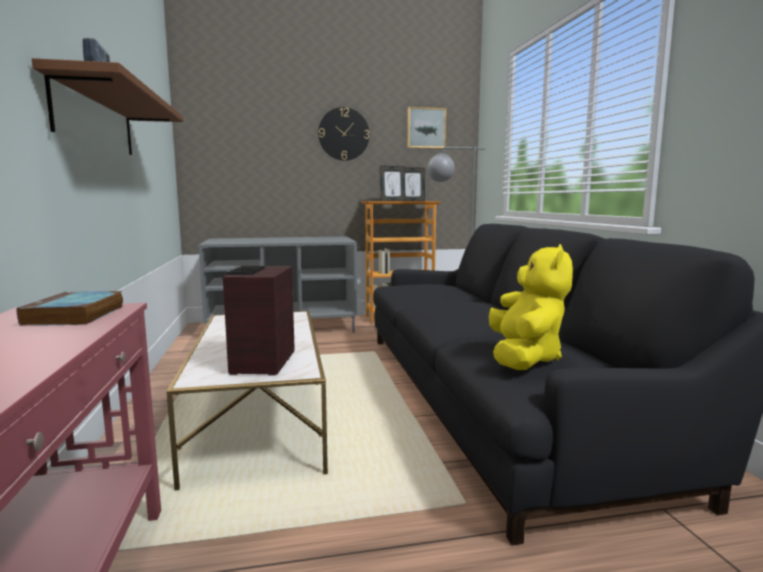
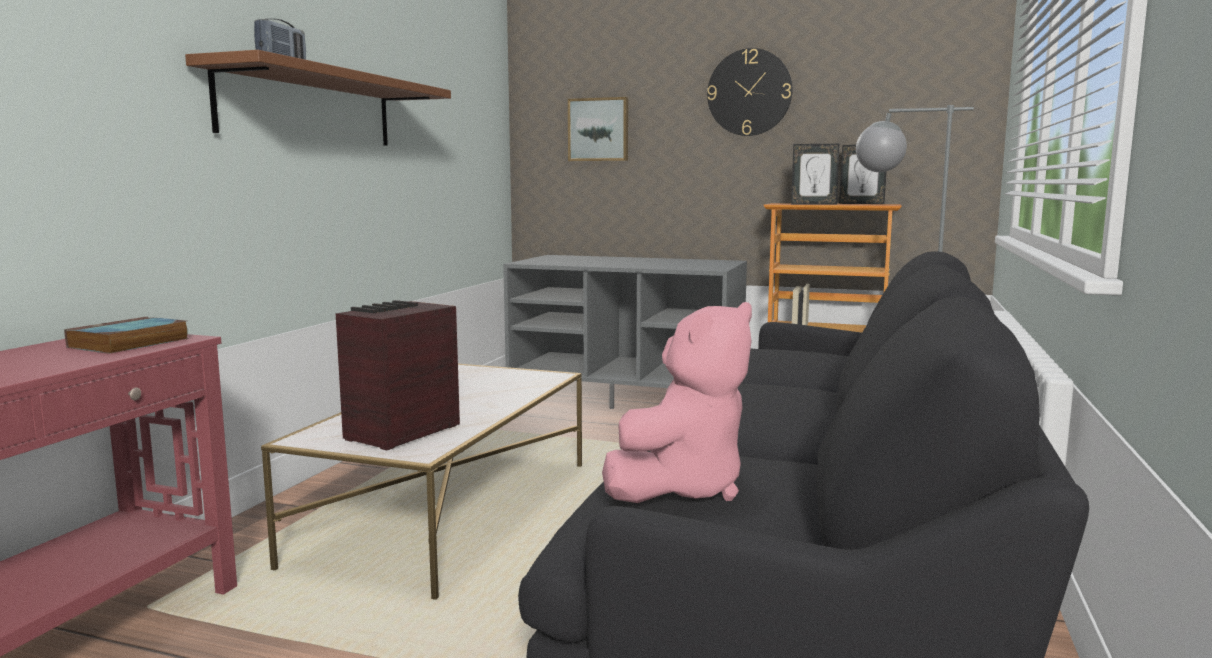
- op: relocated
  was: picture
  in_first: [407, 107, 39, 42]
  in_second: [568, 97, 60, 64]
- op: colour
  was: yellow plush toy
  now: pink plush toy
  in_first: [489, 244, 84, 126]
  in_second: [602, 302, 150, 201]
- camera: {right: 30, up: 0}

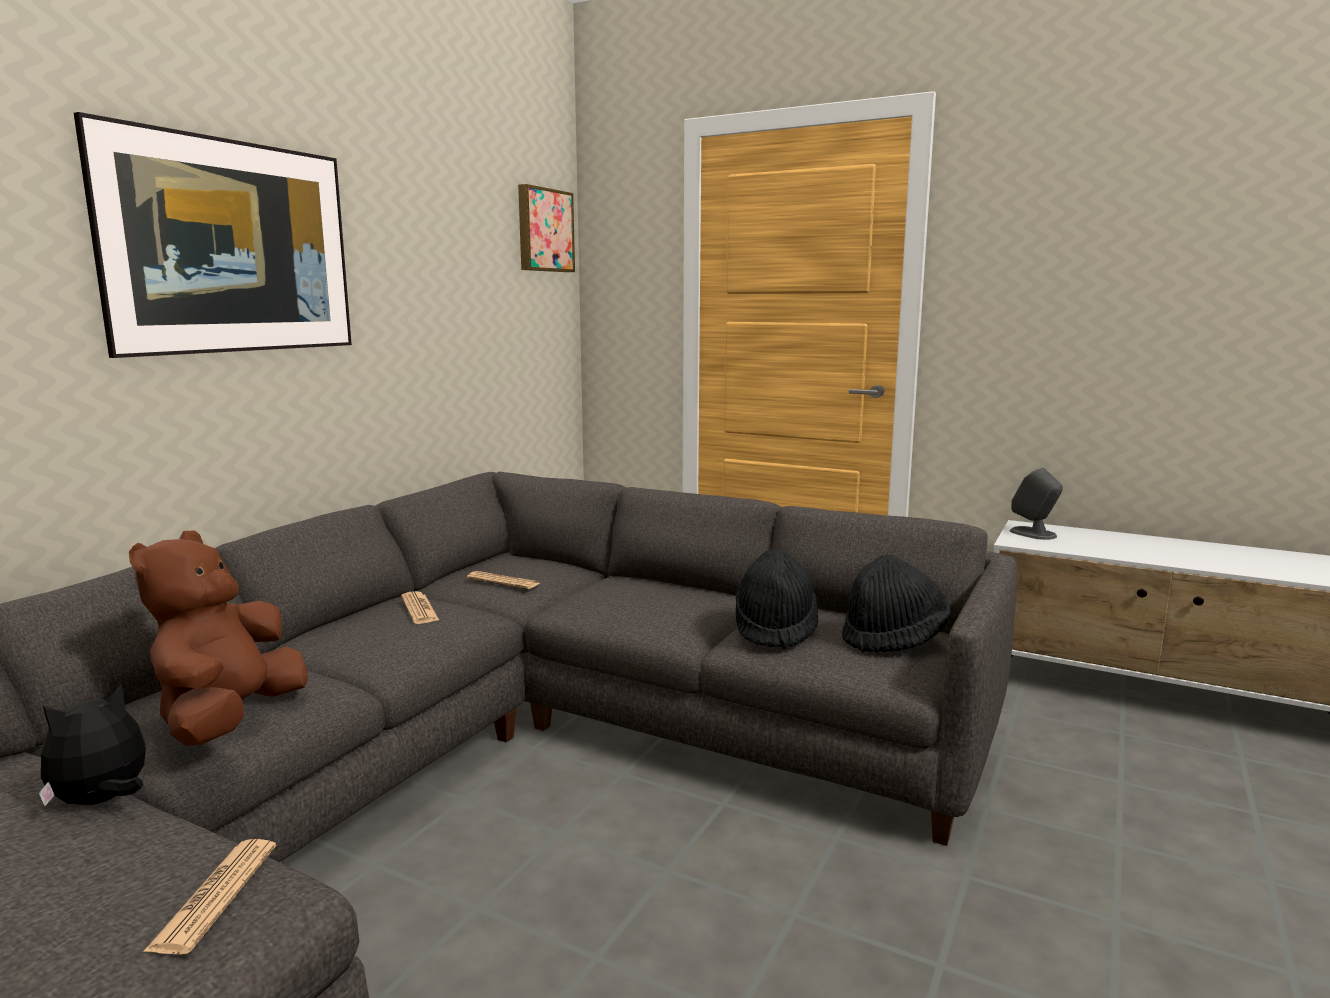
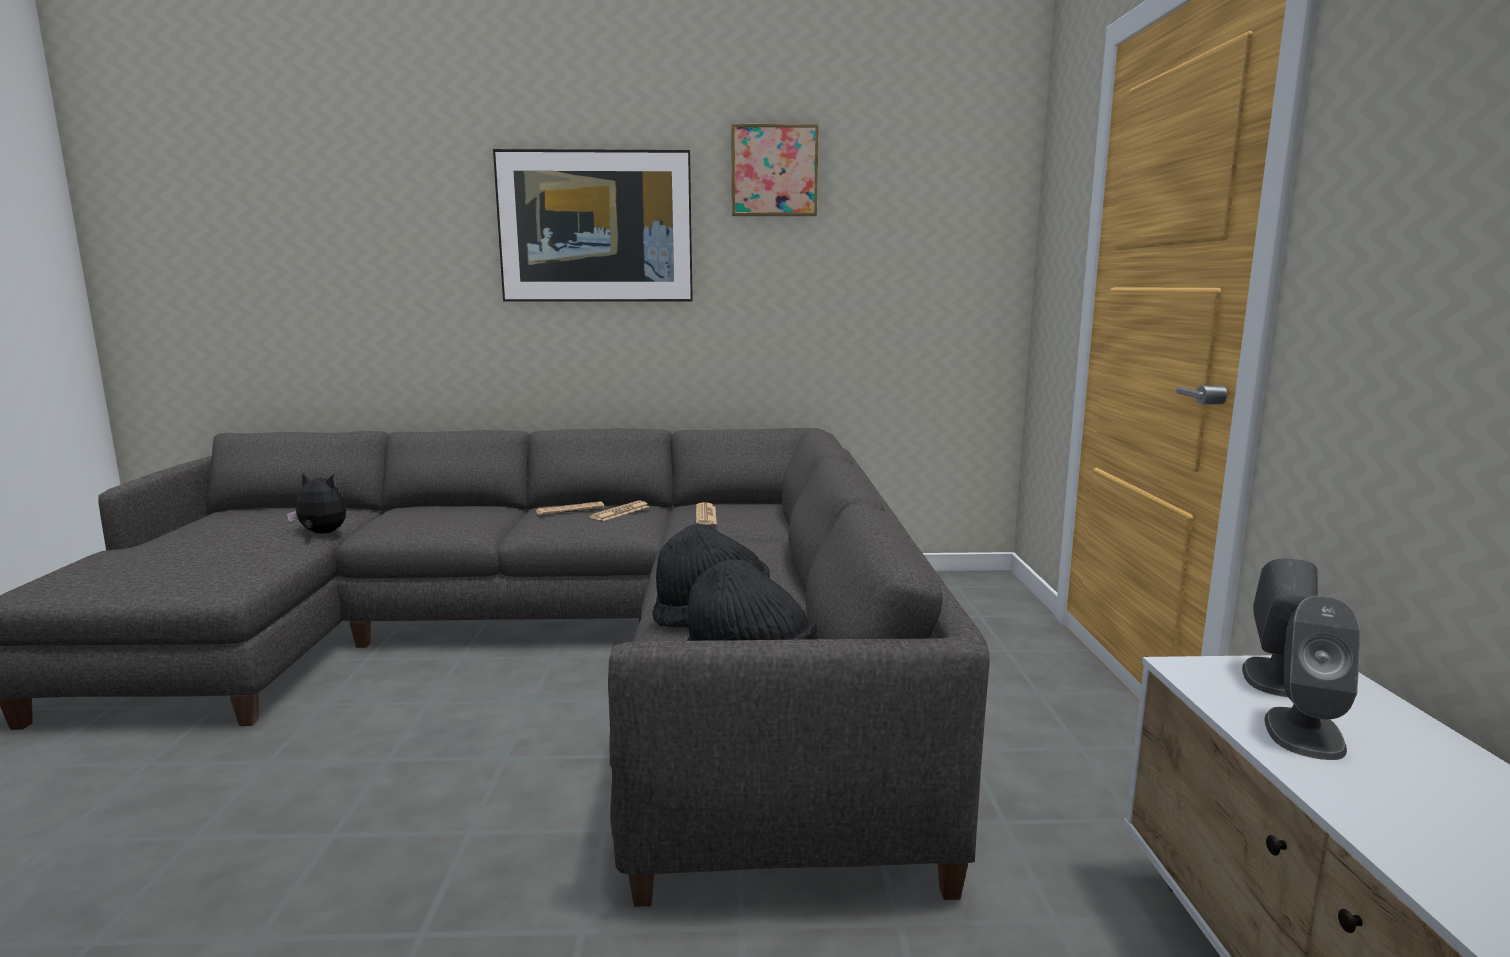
- op: missing
  was: brown plush toy
  in_first: [129, 530, 179, 216]
- op: appeared
  now: grey speaker
  in_second: [1264, 595, 97, 165]
- op: relocated
  was: newspaper
  in_first: [143, 839, 133, 116]
  in_second: [536, 501, 69, 14]
- op: relocated
  was: picture
  in_first: [518, 184, 57, 88]
  in_second: [731, 124, 88, 92]
- camera: {right: 60, up: 0}

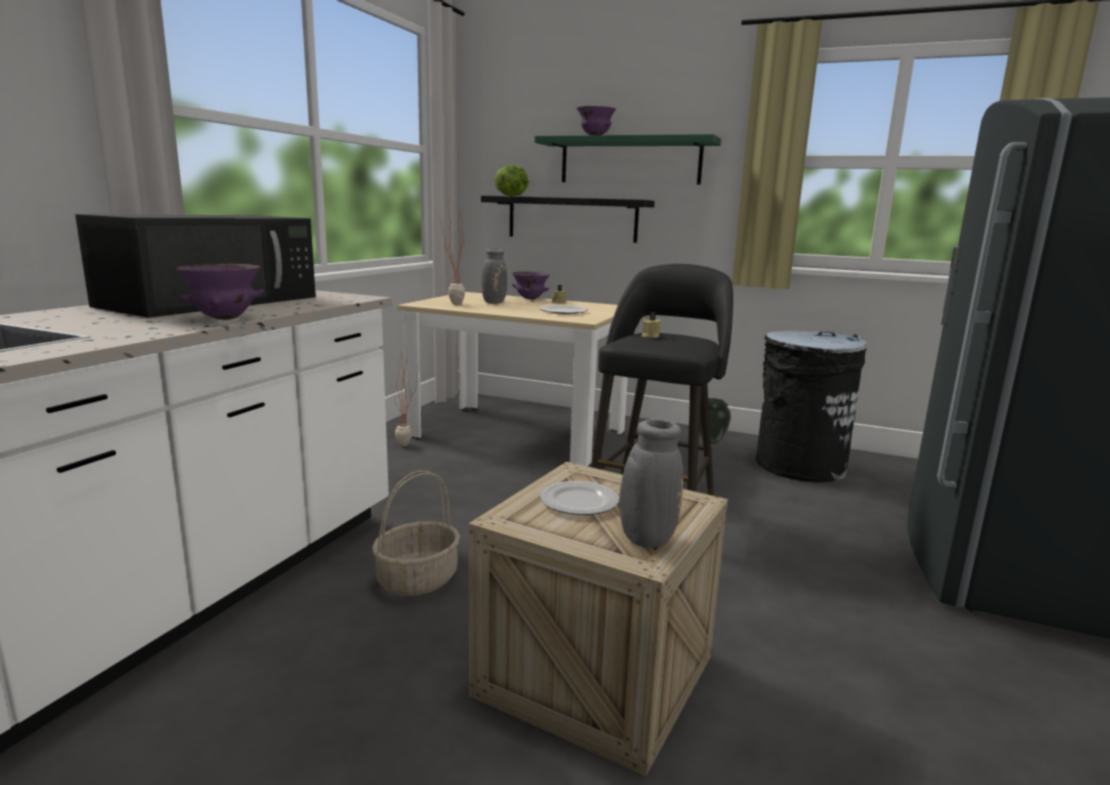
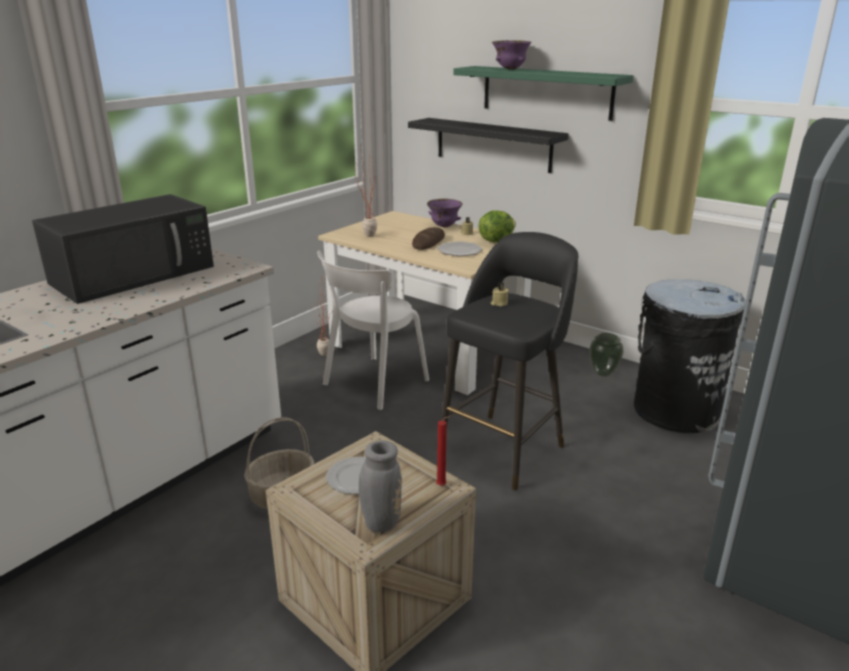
- op: missing
  was: purple bowl
  in_first: [176, 264, 88, 56]
- op: missing
  was: grey vase
  in_first: [481, 249, 26, 55]
- op: appeared
  now: white chair
  in_second: [317, 250, 112, 160]
- op: appeared
  now: bread
  in_second: [412, 227, 33, 23]
- op: appeared
  now: red candle
  in_second: [436, 416, 15, 70]
- op: relocated
  was: lettuce
  in_first: [494, 165, 35, 31]
  in_second: [478, 210, 38, 33]
- camera: {right: 15, up: 10}

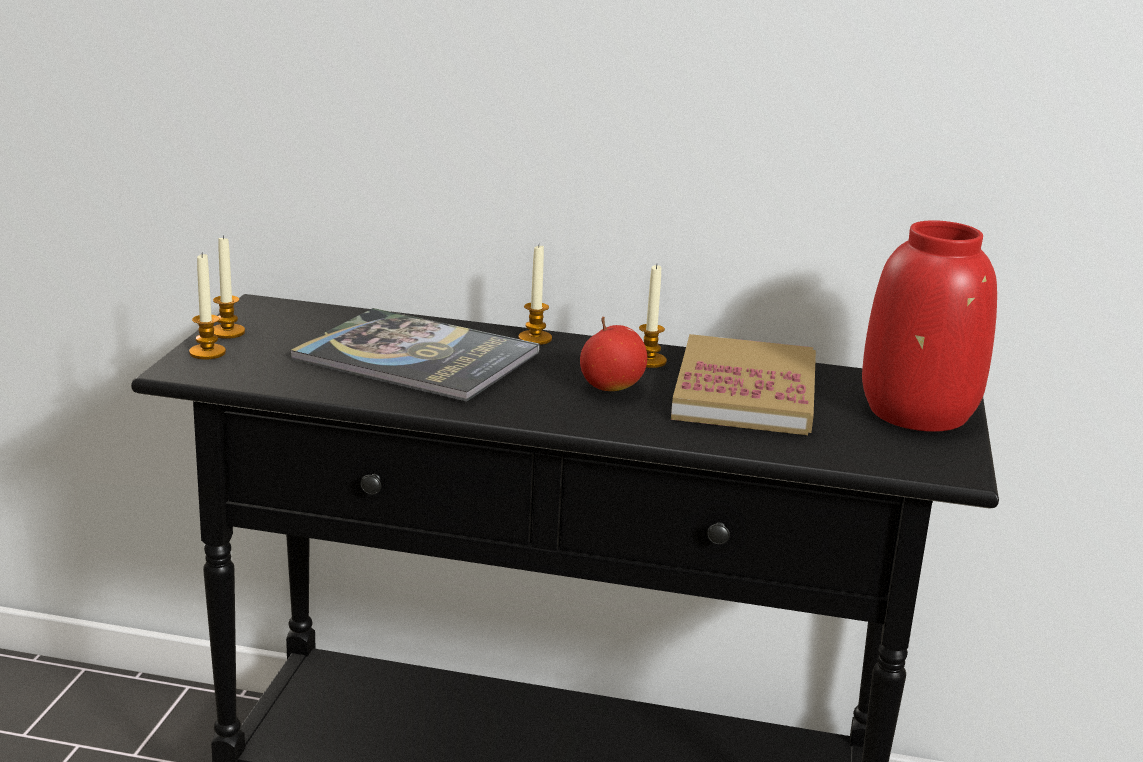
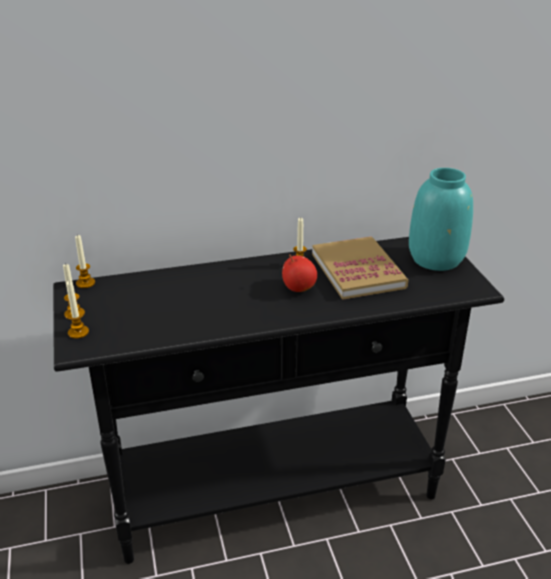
- op: missing
  was: book
  in_first: [290, 308, 250, 93]
- op: relocated
  was: candle
  in_first: [519, 246, 33, 99]
  in_second: [75, 234, 20, 54]
- op: colour
  was: red vase
  now: turquoise vase
  in_first: [862, 220, 135, 212]
  in_second: [409, 168, 64, 103]
- camera: {right: -25, up: 10}

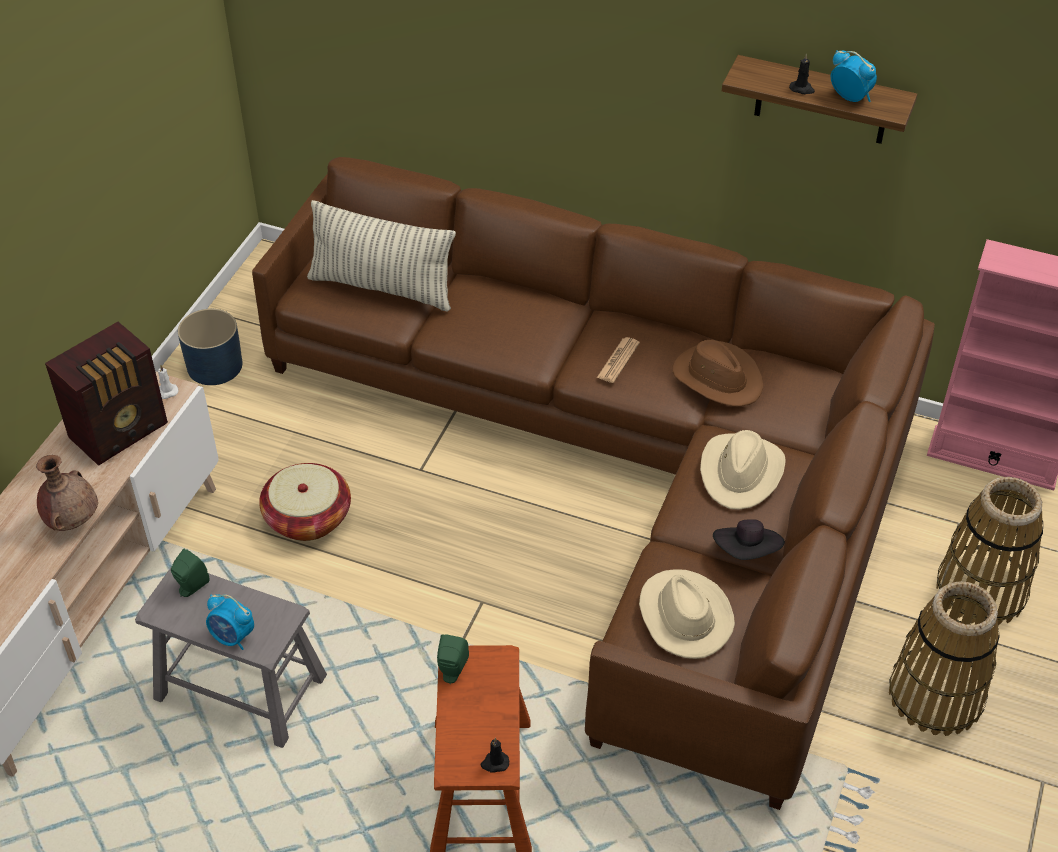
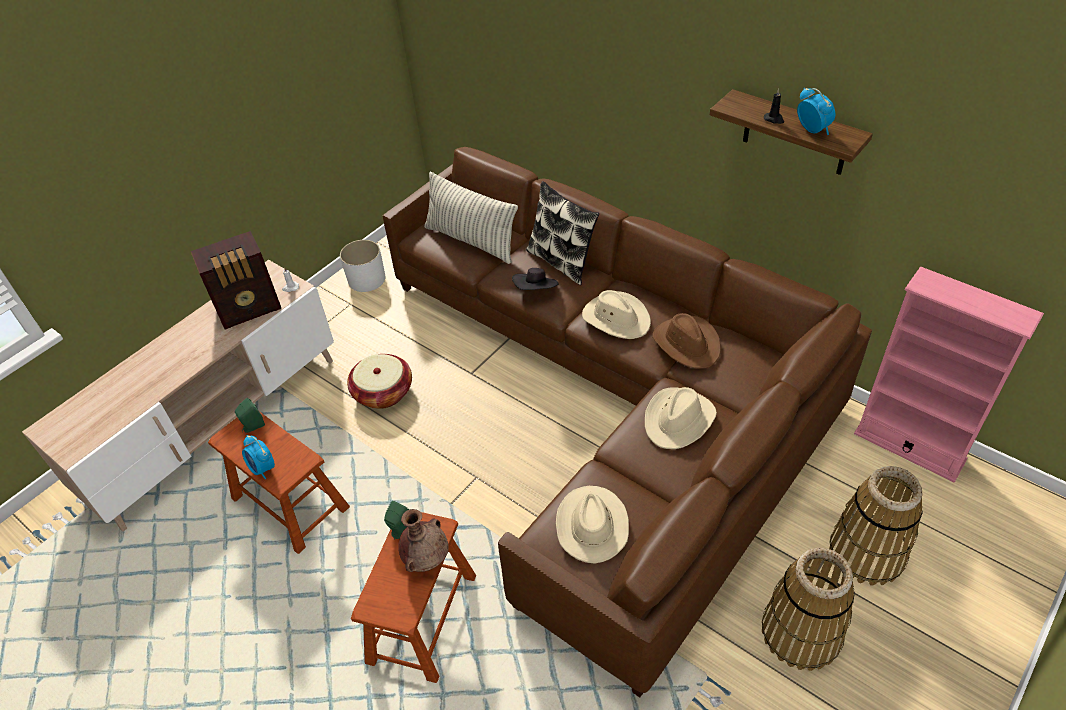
- op: missing
  was: black candle
  in_first: [481, 738, 28, 35]
- op: appeared
  now: pillow
  in_second: [526, 181, 73, 104]
- op: relocated
  was: brown vase
  in_first: [36, 455, 62, 76]
  in_second: [398, 509, 51, 63]
- op: relocated
  was: black hat
  in_first: [713, 519, 72, 41]
  in_second: [512, 268, 46, 22]
- op: exchanged
  was: newspaper
  now: beige hat
  in_first: [597, 337, 43, 46]
  in_second: [582, 290, 69, 49]
- op: colour
  was: grey stool
  now: brown stool
  in_first: [135, 566, 192, 182]
  in_second: [208, 411, 142, 143]
- op: colour
  was: blue planter
  now: white planter
  in_first: [178, 309, 64, 76]
  in_second: [340, 240, 45, 52]
- camera: {right: 20, up: 0}

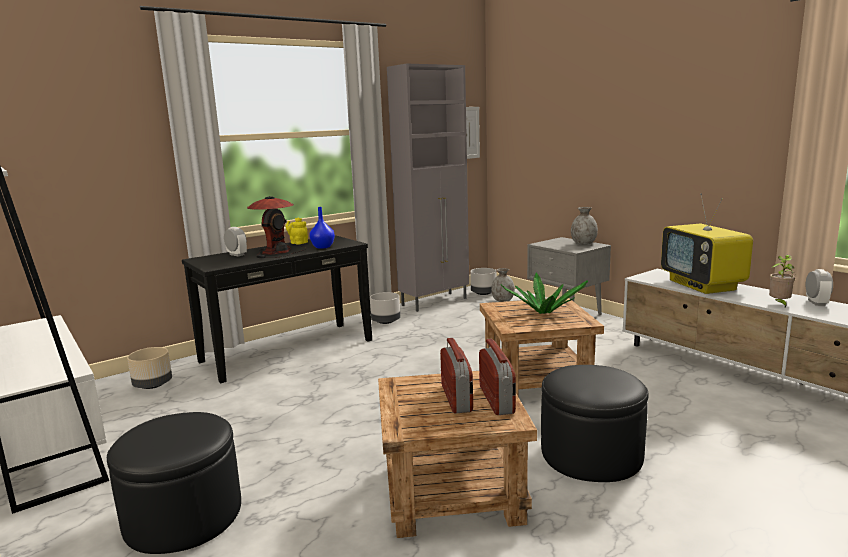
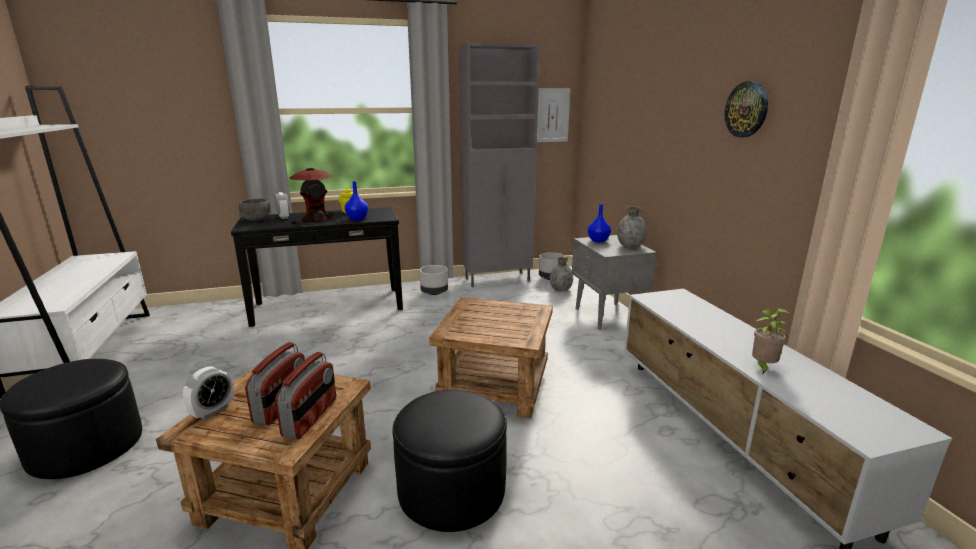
- op: missing
  was: beige planter
  in_first: [127, 347, 45, 42]
- op: missing
  was: potted plant
  in_first: [500, 272, 88, 42]
- op: missing
  was: television
  in_first: [661, 194, 92, 100]
- op: appeared
  now: grey bowl
  in_second: [239, 198, 32, 23]
- op: appeared
  now: blue vase
  in_second: [588, 204, 23, 38]
- op: appeared
  now: wall clock
  in_second: [725, 82, 43, 55]
- op: relocated
  was: alarm clock
  in_first: [806, 269, 27, 37]
  in_second: [183, 366, 51, 54]
- camera: {right: 20, up: 5}

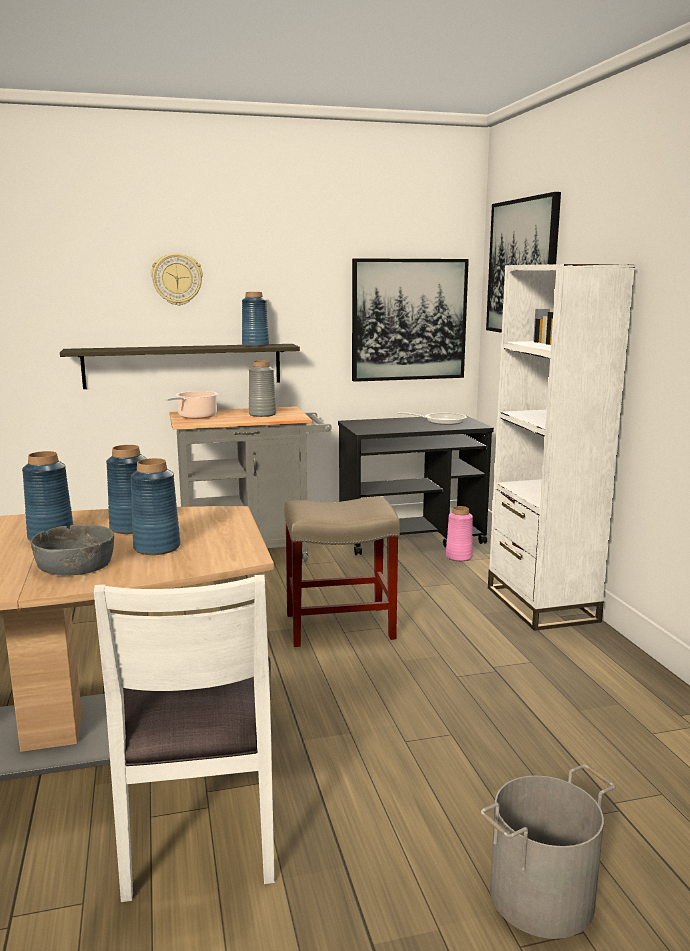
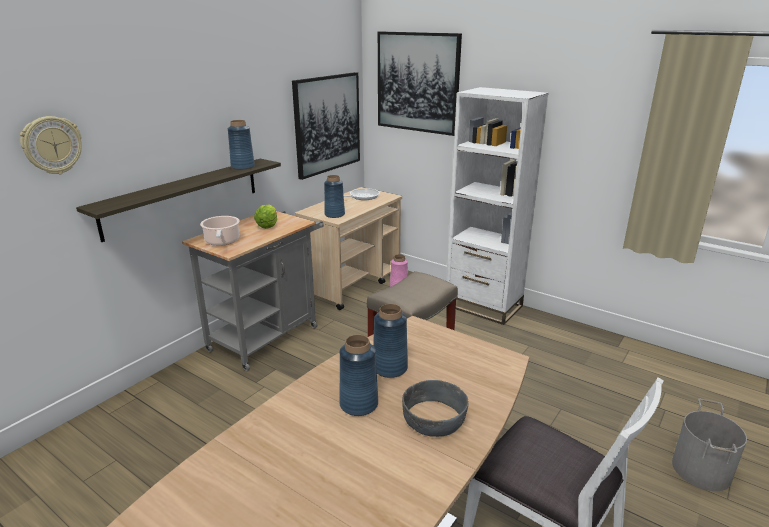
- op: relocated
  was: blue vase
  in_first: [131, 458, 50, 97]
  in_second: [324, 175, 21, 43]
- op: relocated
  was: wall clock
  in_first: [151, 253, 52, 53]
  in_second: [20, 116, 62, 58]
- op: exchanged
  was: grey vase
  now: lettuce
  in_first: [249, 360, 27, 57]
  in_second: [254, 205, 23, 24]
- op: colour
  was: black cart
  now: beige cart
  in_first: [338, 415, 156, 140]
  in_second: [295, 187, 107, 123]
- camera: {right: -40, up: 10}

